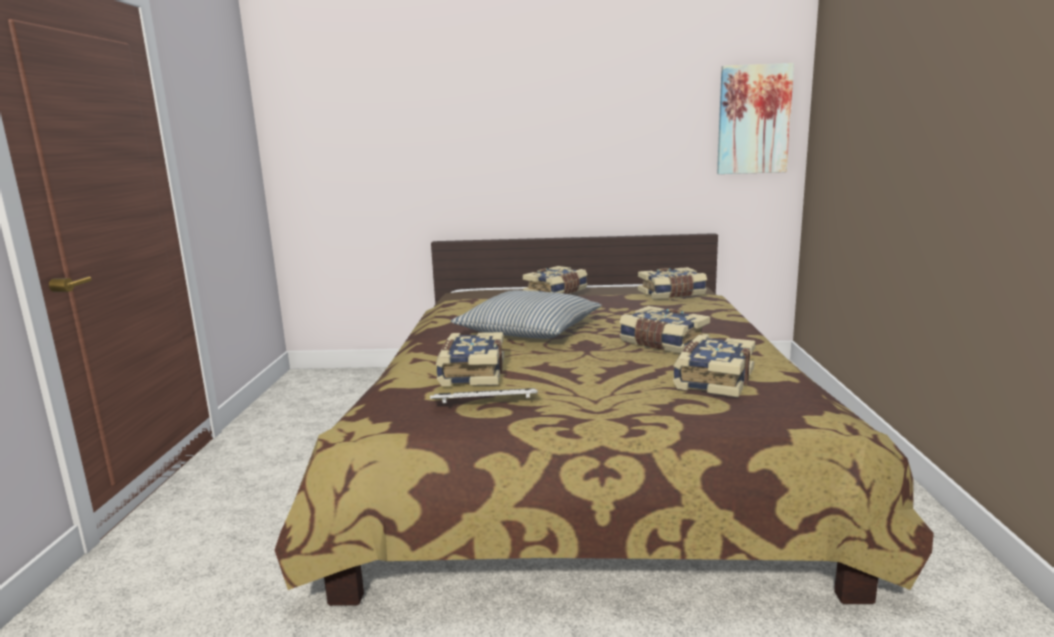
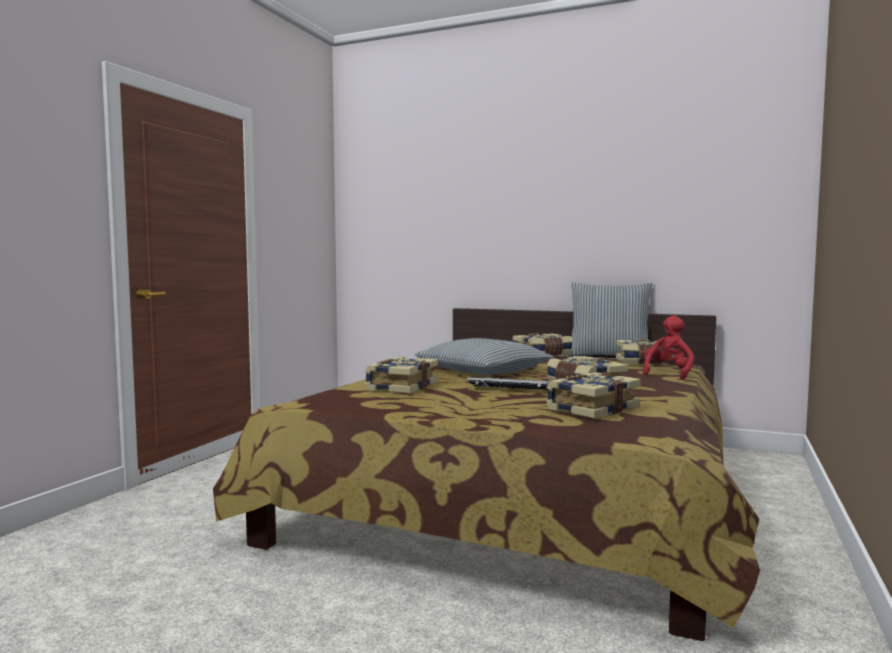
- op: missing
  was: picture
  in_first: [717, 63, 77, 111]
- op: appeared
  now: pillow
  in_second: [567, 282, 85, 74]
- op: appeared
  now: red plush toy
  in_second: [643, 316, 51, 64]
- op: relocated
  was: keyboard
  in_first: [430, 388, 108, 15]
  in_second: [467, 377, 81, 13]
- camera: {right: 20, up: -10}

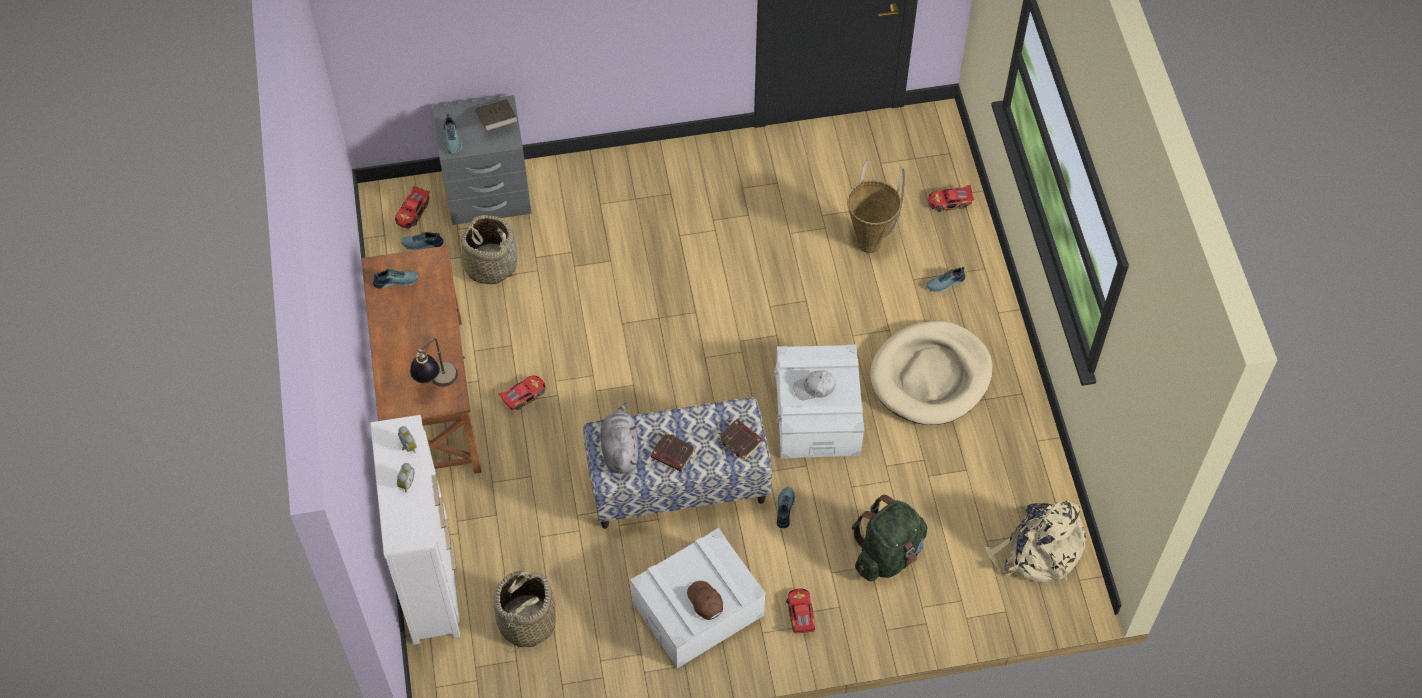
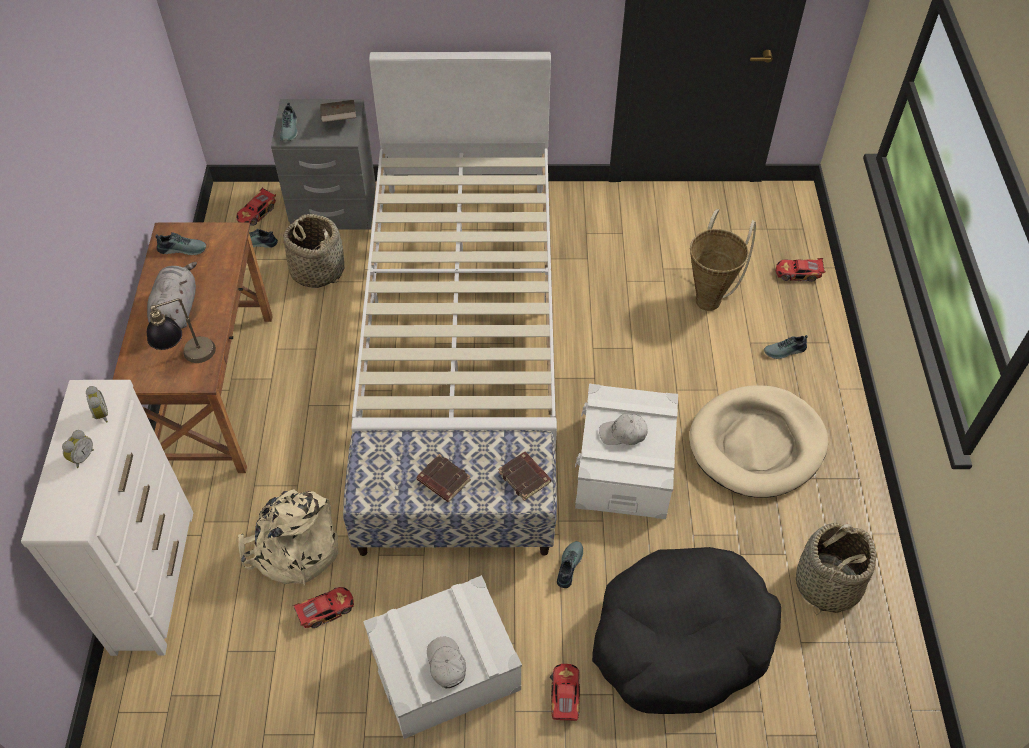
- op: appeared
  now: white bed
  in_second: [351, 52, 206, 397]
- op: relocated
  was: basket
  in_first: [493, 571, 63, 82]
  in_second: [796, 523, 80, 92]
- op: relocated
  was: toy car
  in_first: [499, 375, 47, 35]
  in_second: [293, 587, 61, 41]
- op: relocated
  was: grey plush toy
  in_first: [600, 403, 38, 71]
  in_second: [147, 262, 50, 67]
- op: relocated
  was: beige backpack
  in_first: [985, 500, 101, 83]
  in_second: [238, 489, 100, 97]
- op: exchanged
  was: green backpack
  now: black dog bed
  in_first: [852, 495, 76, 86]
  in_second: [592, 547, 189, 167]
- op: colour
  was: brown cap
  now: white cap
  in_first: [687, 581, 36, 39]
  in_second: [427, 637, 39, 51]
- camera: {right: 10, up: -5}

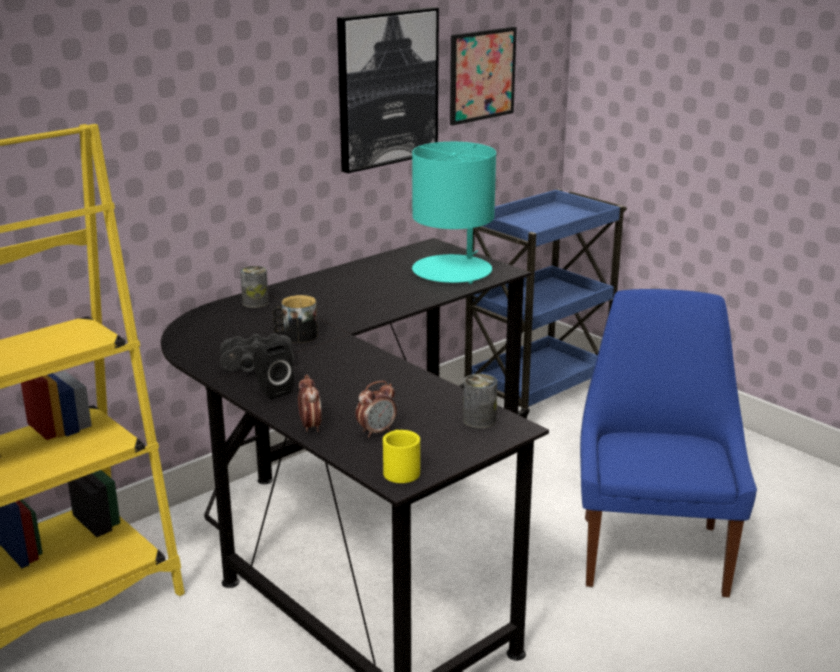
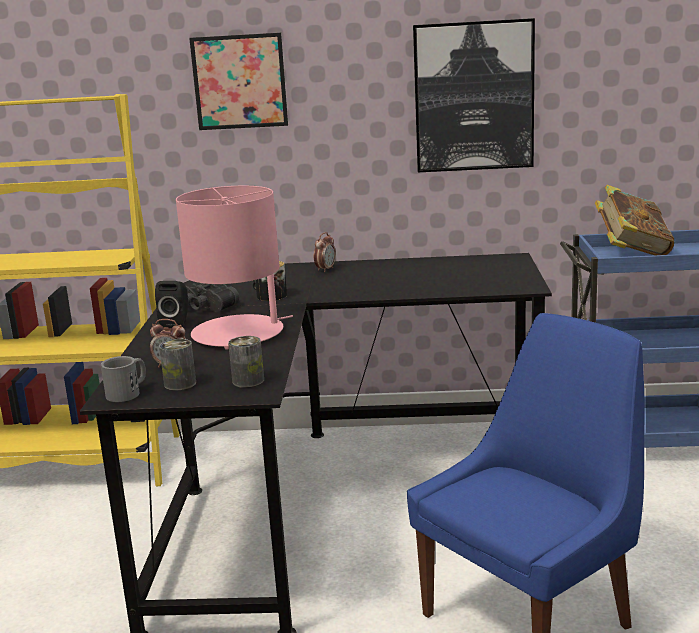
- op: missing
  was: turquoise table lamp
  in_first: [412, 142, 84, 142]
- op: appeared
  now: pink table lamp
  in_second: [176, 186, 117, 164]
- op: appeared
  now: book
  in_second: [595, 185, 79, 70]
- op: relocated
  was: can
  in_first: [240, 266, 29, 42]
  in_second: [159, 339, 37, 51]
- op: relocated
  was: alarm clock
  in_first: [298, 374, 24, 58]
  in_second: [314, 232, 22, 40]
- op: relocated
  was: picture
  in_first: [450, 27, 67, 98]
  in_second: [189, 33, 99, 97]
- op: colour
  was: yellow mug
  now: grey mug
  in_first: [383, 430, 37, 53]
  in_second: [101, 356, 45, 46]
- camera: {right: 45, up: -5}

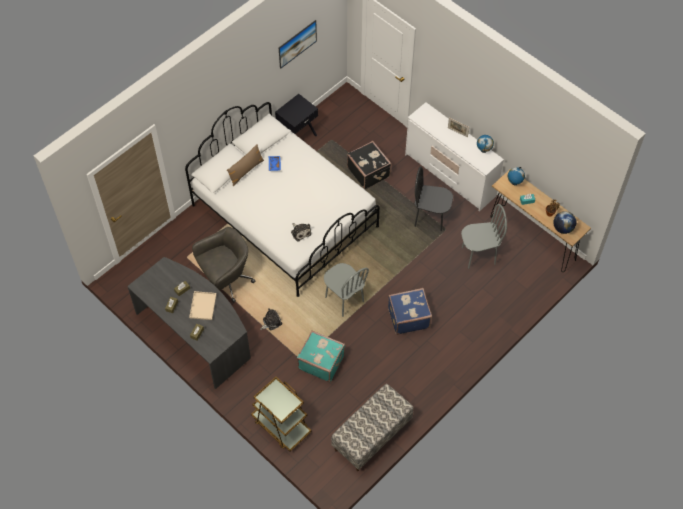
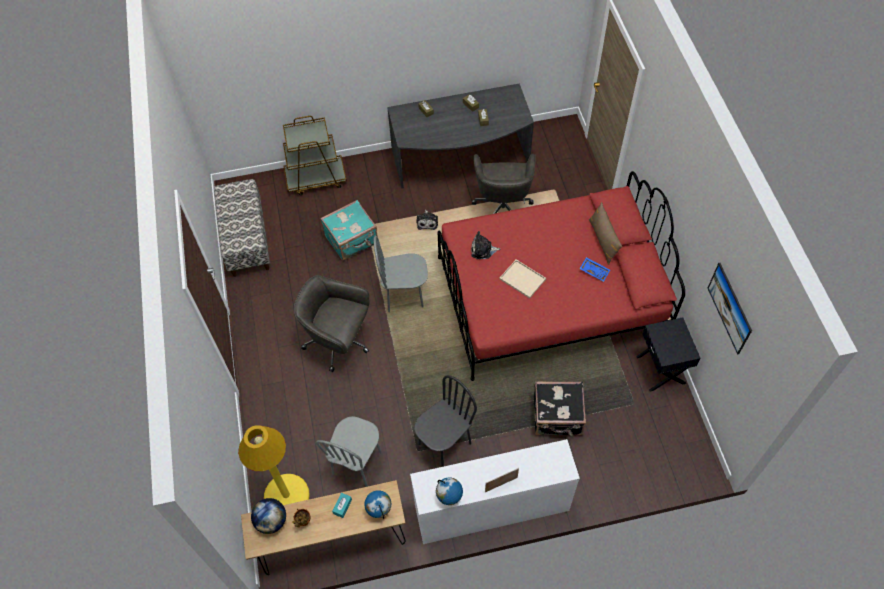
- op: appeared
  now: yellow floor lamp
  in_second: [238, 425, 72, 80]
- op: relocated
  was: beige tray
  in_first: [189, 291, 28, 29]
  in_second: [499, 259, 47, 39]
- op: exchanged
  was: blue suitcase
  now: grey office chair
  in_first: [388, 288, 44, 47]
  in_second: [294, 275, 76, 97]
- op: colour
  was: white bed
  now: red bed
  in_first: [185, 102, 195, 195]
  in_second: [438, 171, 247, 210]
- camera: {right: 125, up: 0}

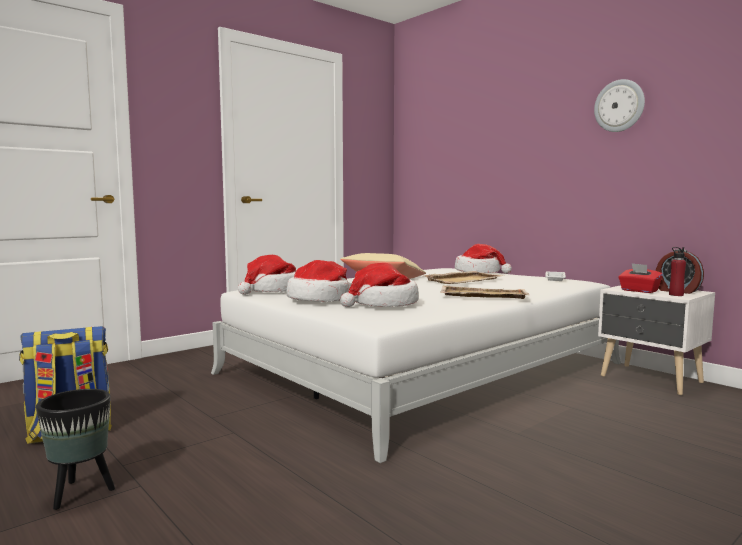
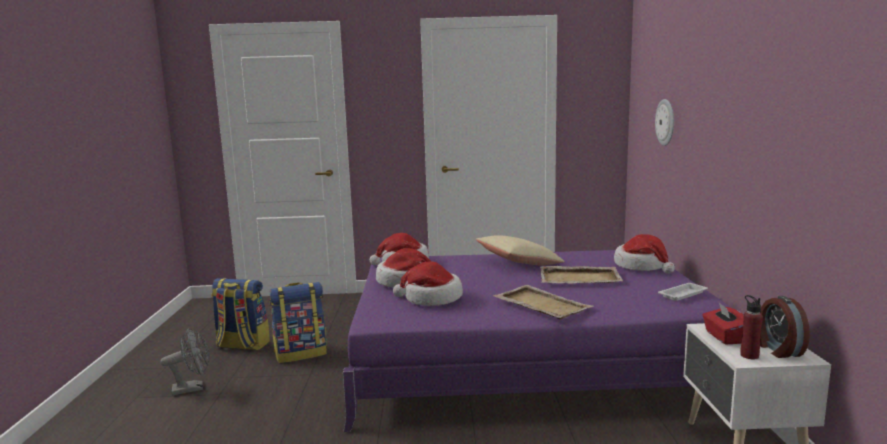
- op: appeared
  now: backpack
  in_second: [269, 282, 58, 81]
- op: relocated
  was: wall clock
  in_first: [594, 79, 51, 53]
  in_second: [655, 99, 19, 47]
- op: exchanged
  was: black planter
  now: grey fan
  in_first: [36, 389, 79, 121]
  in_second: [160, 328, 50, 67]
- op: colour
  was: white bed
  now: purple bed
  in_first: [211, 268, 410, 195]
  in_second: [343, 250, 389, 182]
- camera: {right: 40, up: 5}

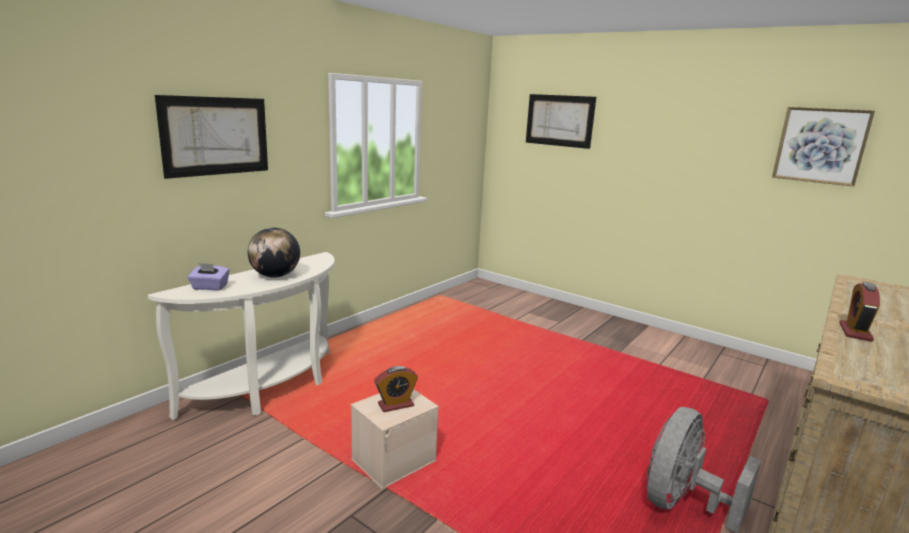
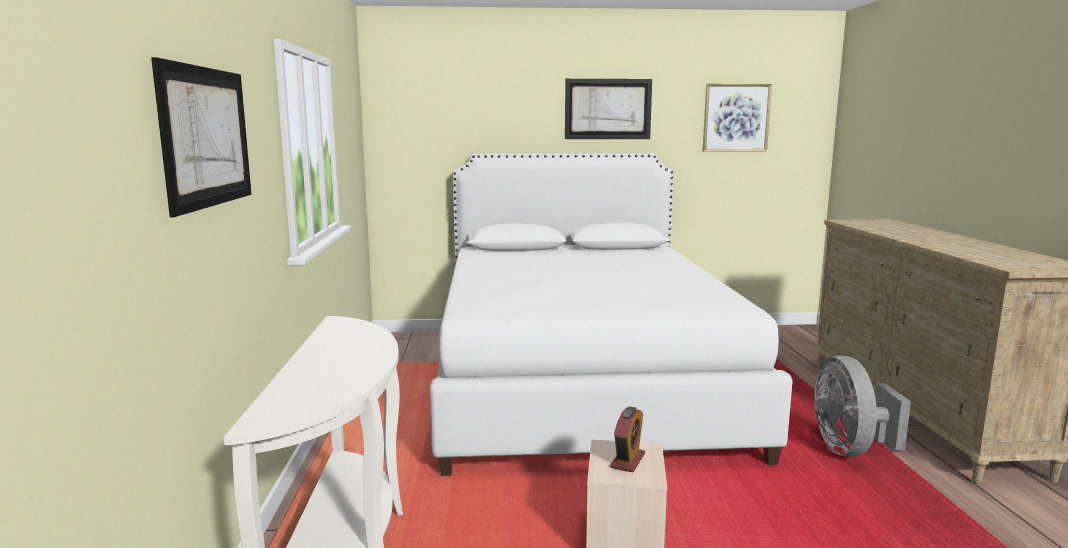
- op: missing
  was: purple tissue box
  in_first: [188, 263, 42, 27]
- op: missing
  was: globe
  in_first: [248, 228, 52, 49]
- op: missing
  was: alarm clock
  in_first: [839, 282, 41, 60]
- op: appeared
  now: white bed
  in_second: [429, 153, 364, 323]
- op: relocated
  was: picture
  in_first: [526, 94, 70, 55]
  in_second: [565, 79, 87, 60]
- camera: {right: -40, up: -5}

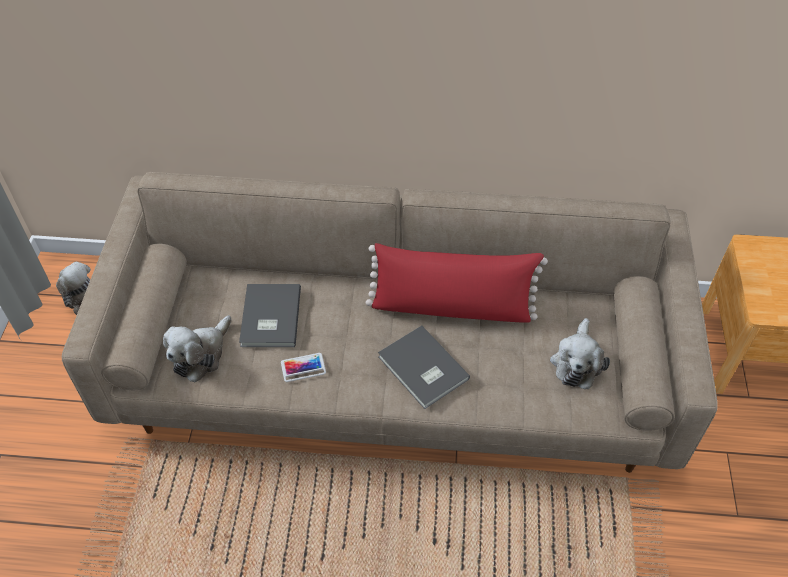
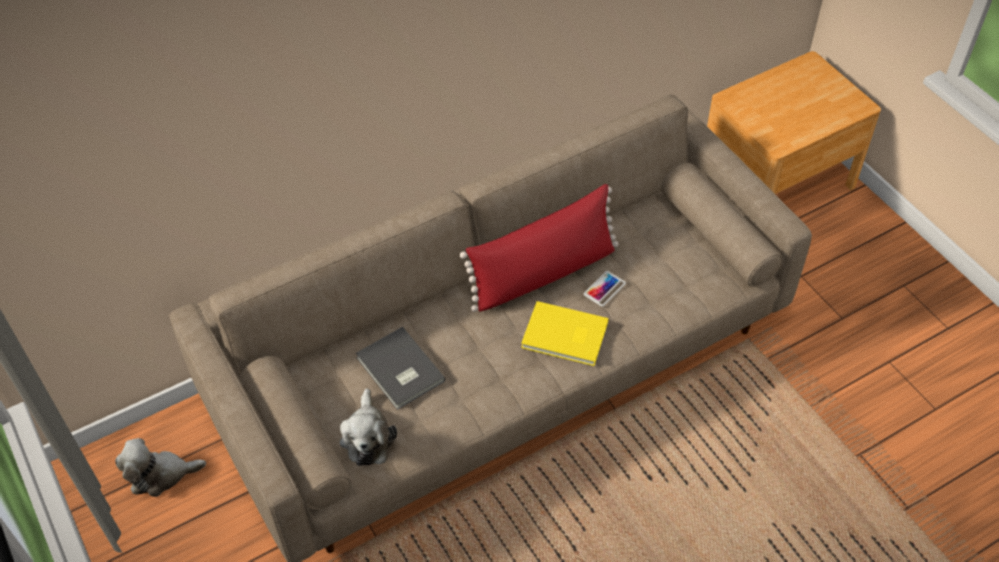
- op: missing
  was: plush toy
  in_first: [550, 318, 60, 71]
- op: relocated
  was: phone
  in_first: [281, 353, 45, 29]
  in_second: [584, 271, 42, 36]
- op: colour
  was: grey book
  now: yellow book
  in_first: [378, 326, 92, 83]
  in_second: [521, 301, 87, 65]
- camera: {right: -35, up: 0}

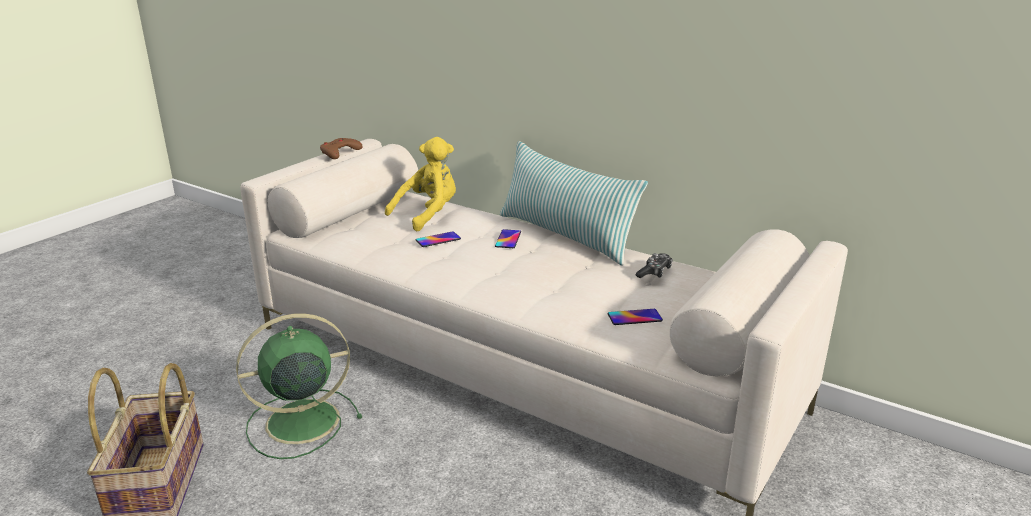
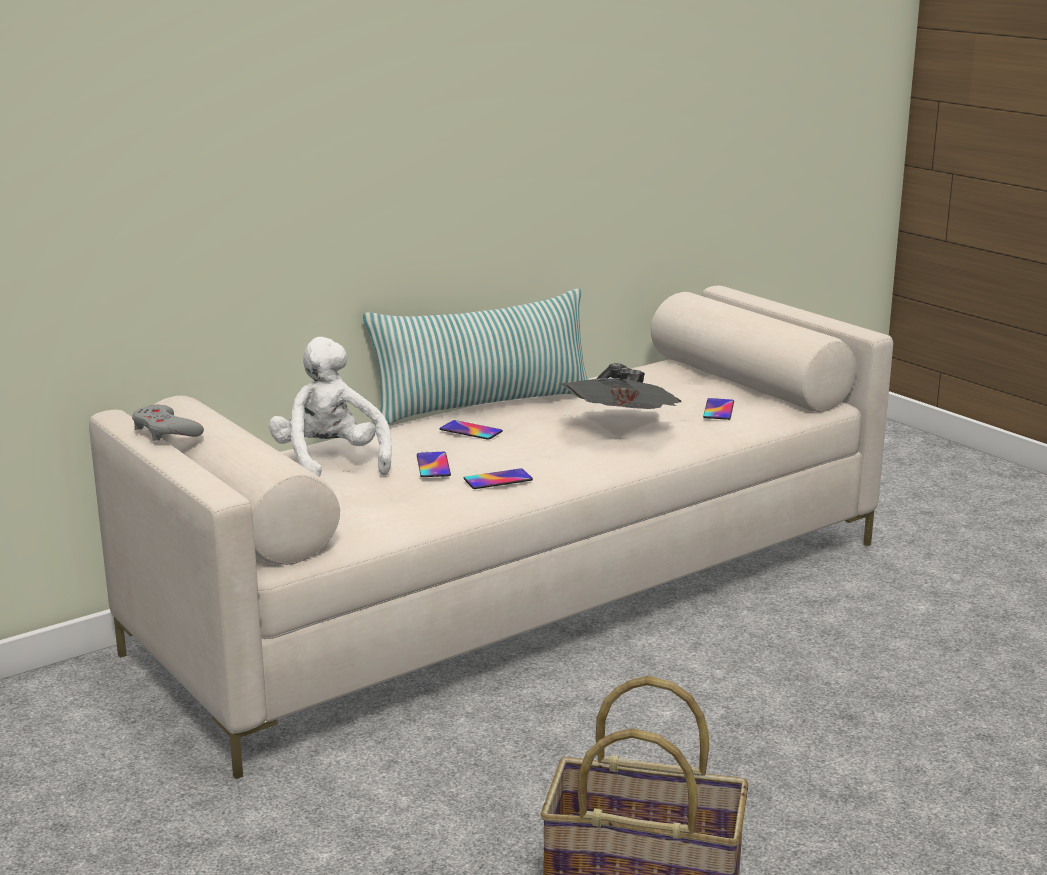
- op: missing
  was: green fan
  in_first: [236, 313, 126, 146]
- op: appeared
  now: phone
  in_second: [464, 468, 69, 21]
- op: appeared
  now: newspaper
  in_second: [559, 379, 122, 30]
- op: colour
  was: brown game controller
  now: grey game controller
  in_first: [320, 138, 43, 21]
  in_second: [132, 405, 72, 36]
- op: colour
  was: yellow plush toy
  now: white plush toy
  in_first: [385, 137, 71, 95]
  in_second: [269, 337, 123, 140]
- camera: {right: -70, up: -5}

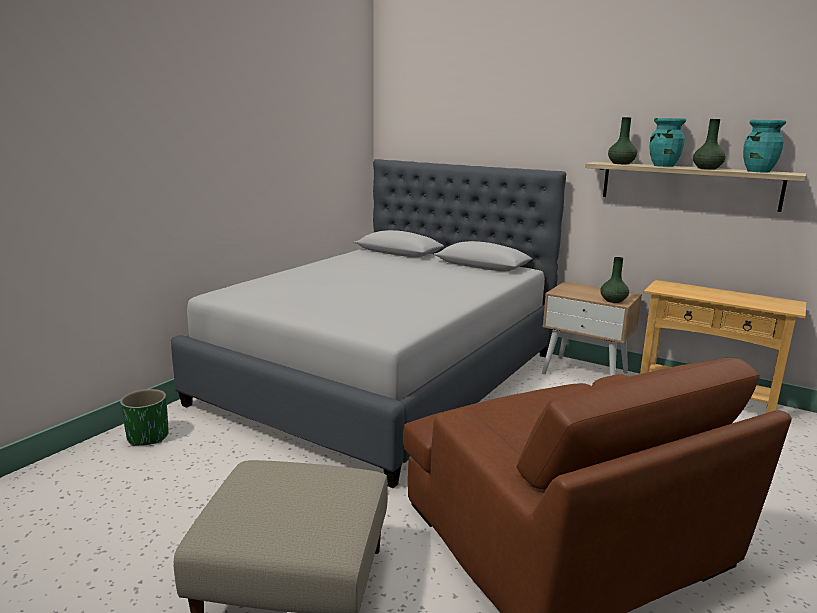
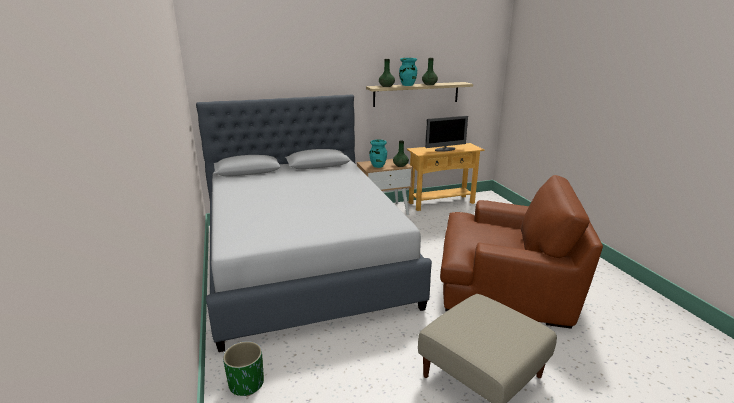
- op: appeared
  now: monitor
  in_second: [425, 116, 43, 36]
- op: relocated
  was: turquoise vase
  in_first: [743, 120, 43, 52]
  in_second: [369, 139, 18, 29]
- camera: {right: -50, up: 5}

